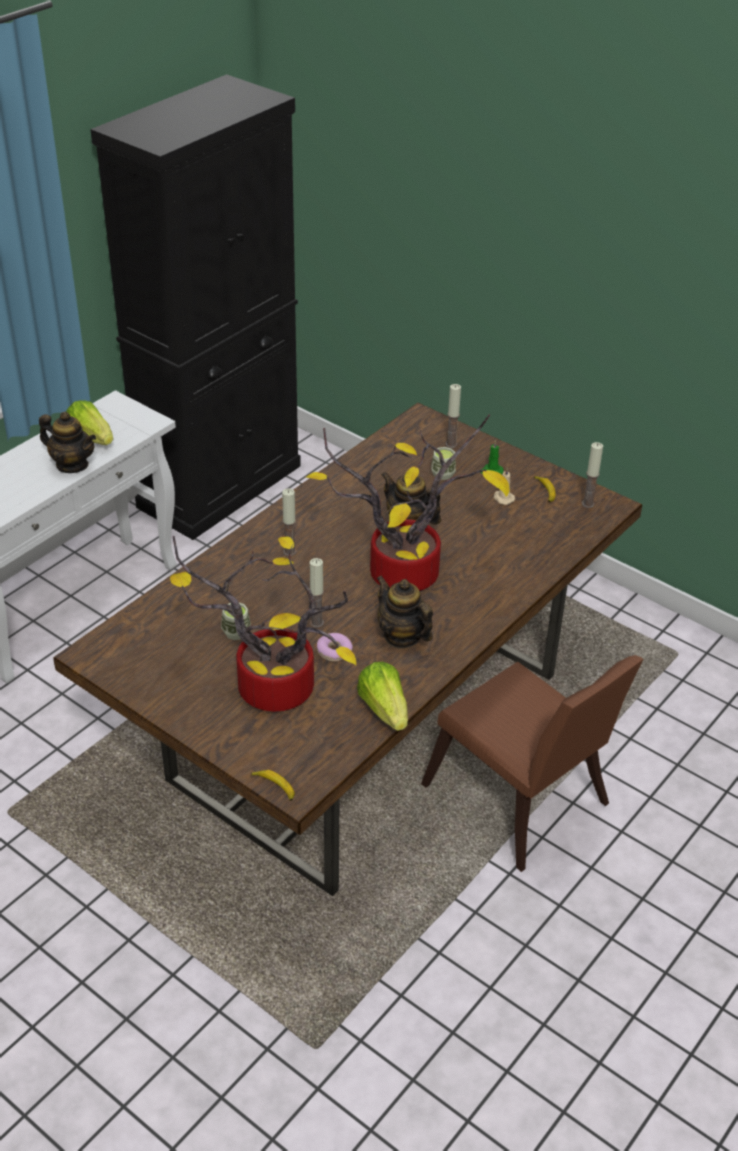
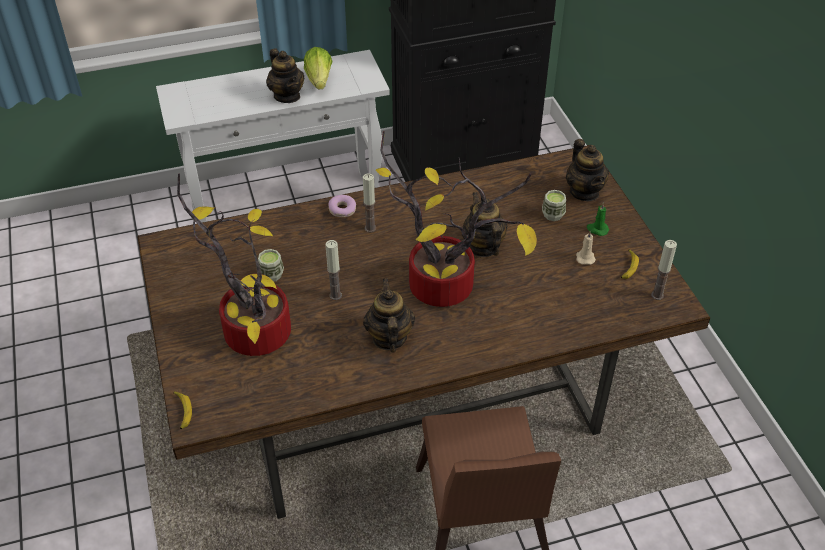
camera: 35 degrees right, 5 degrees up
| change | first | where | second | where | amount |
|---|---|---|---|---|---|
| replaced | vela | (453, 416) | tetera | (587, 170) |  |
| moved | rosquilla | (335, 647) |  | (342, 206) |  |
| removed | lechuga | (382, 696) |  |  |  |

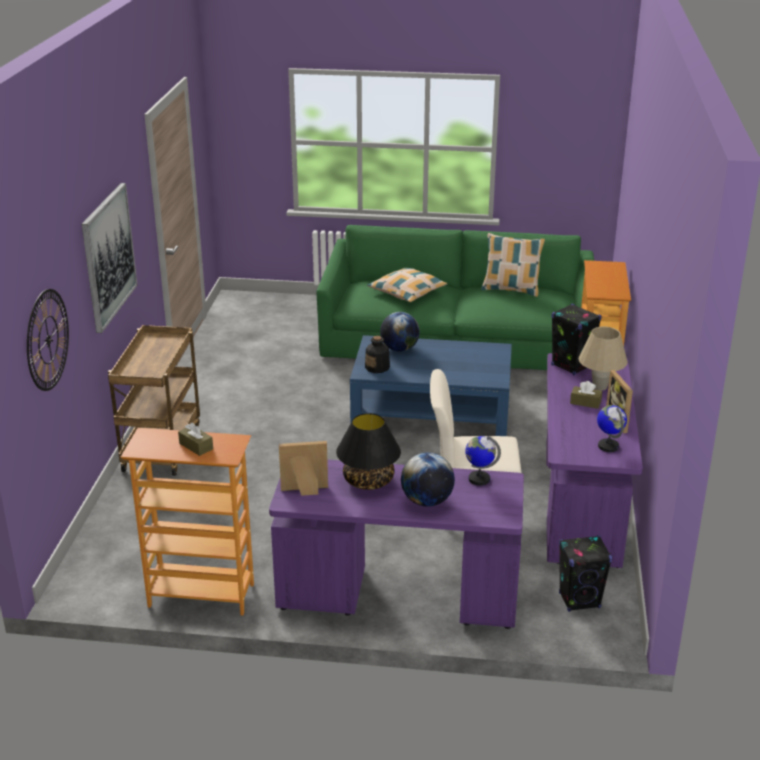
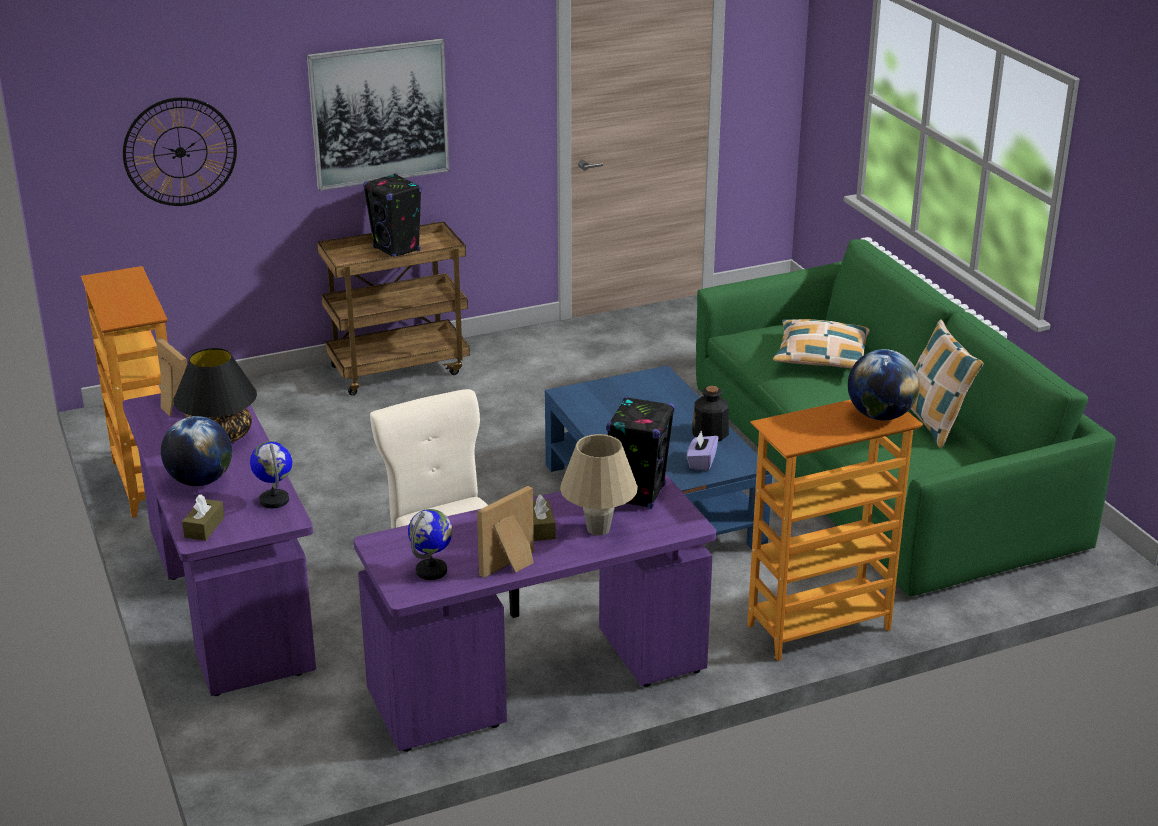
camera: 60 degrees right, 0 degrees up
| change | first | where | second | where | amount |
|---|---|---|---|---|---|
| moved | globo terráqueo | (400, 332) |  | (884, 384) |  |
| moved | botella | (377, 354) |  | (710, 413) |  |
| moved | caja de pañuelos (marrón) | (195, 439) |  | (203, 518) |  |
| moved | altavoz (negro) | (585, 573) |  | (392, 215) |  |
| added |  |  | caja de pañuelos (morado) | (702, 451) |  |

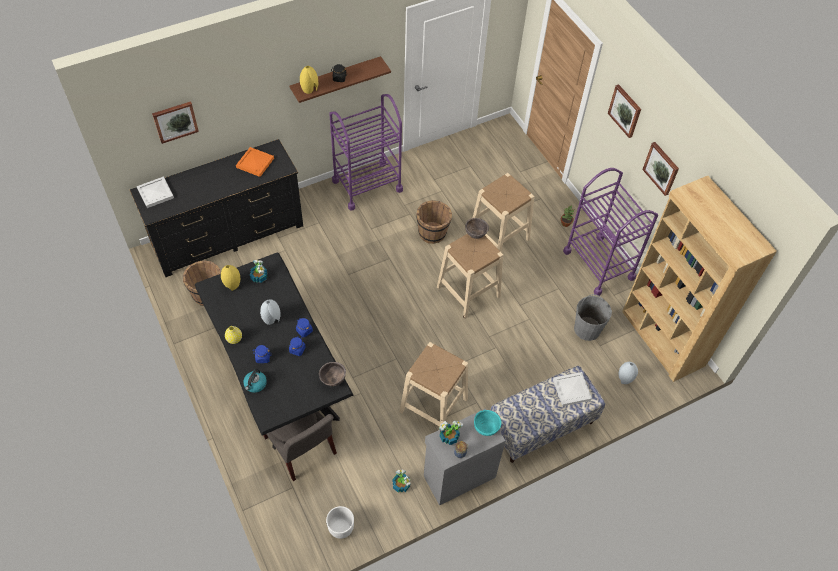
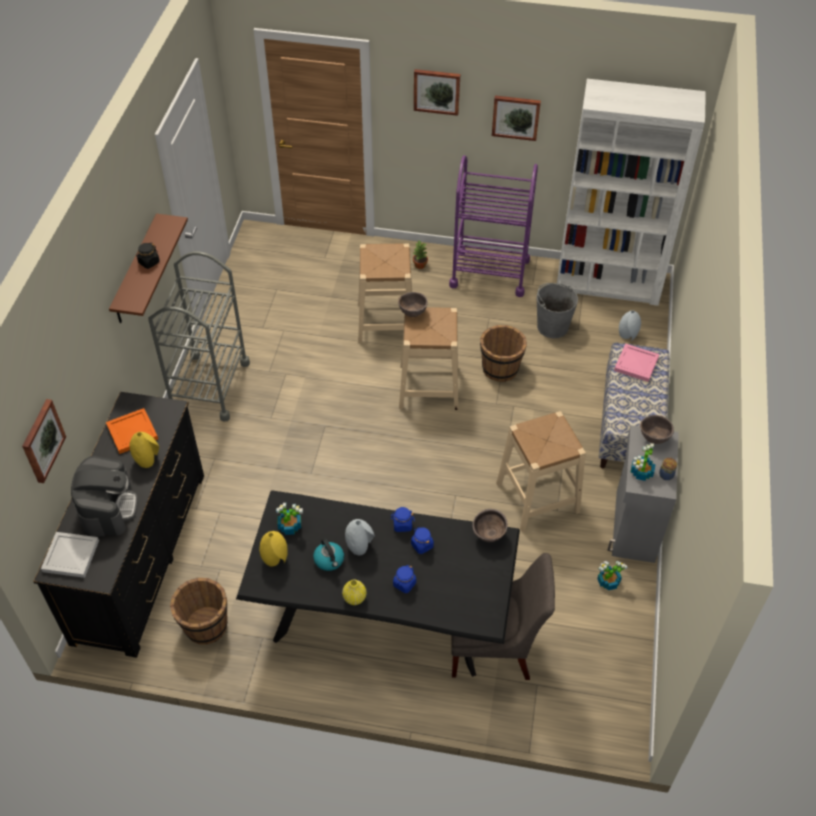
camera: 50 degrees left, 5 degrees down
| change | first | where | second | where | amount |
|---|---|---|---|---|---|
| moved | florero (amarillo) | (309, 80) |  | (144, 450) |  |
| recoloured | carrito (morado) | (366, 152) | carrito (gris) | (199, 336) |  |
| recoloured | estantería (marrón) | (699, 279) | estantería (blanco) | (631, 192) |  |
| moved | cubo (marrón) | (434, 222) |  | (503, 353) |  |
| moved | hervidor | (255, 381) |  | (328, 554) |  |
| recoloured | bandeja (blanco) | (572, 389) | bandeja (rosa) | (636, 363) |  |
| recoloured | cuenco (turquesa) | (488, 423) | cuenco (marrón) | (657, 429) |  |
| removed | maceta (blanco) | (340, 522) |  |  |  |
| added |  |  | cafetera | (104, 496) |  |

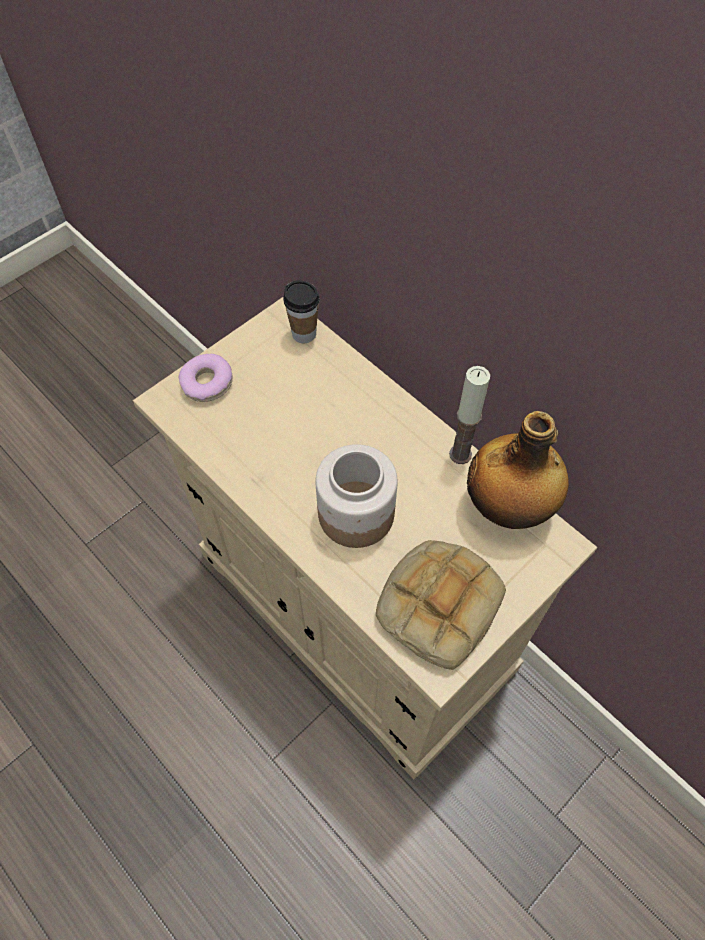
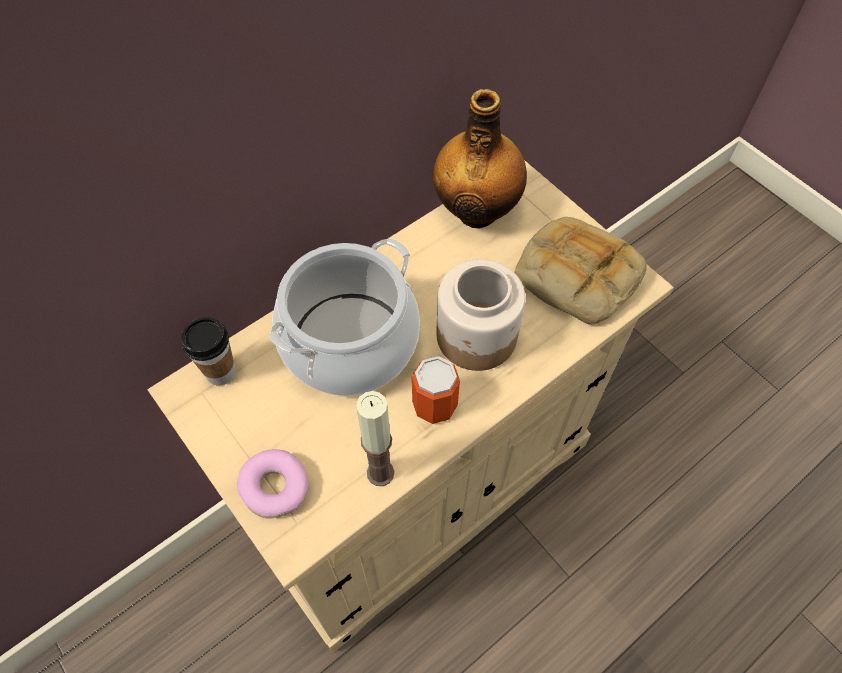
camera: 85 degrees left, 0 degrees up
| change | first | where | second | where | amount |
|---|---|---|---|---|---|
| moved | vela | (469, 415) |  | (375, 438) |  |
| added |  |  | olla | (344, 317) |  |
| added |  |  | lata | (436, 390) |  |

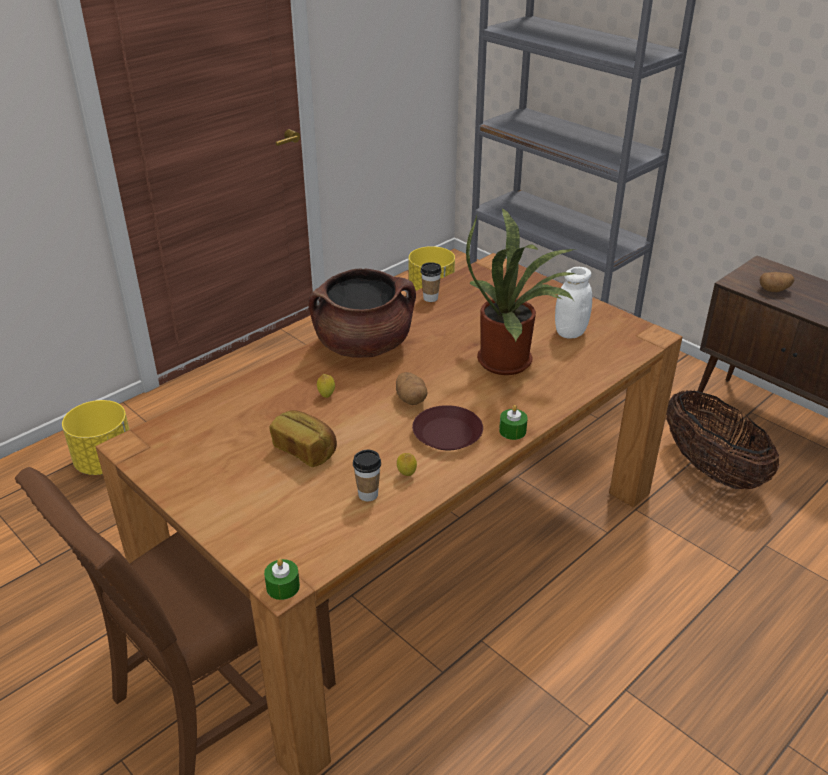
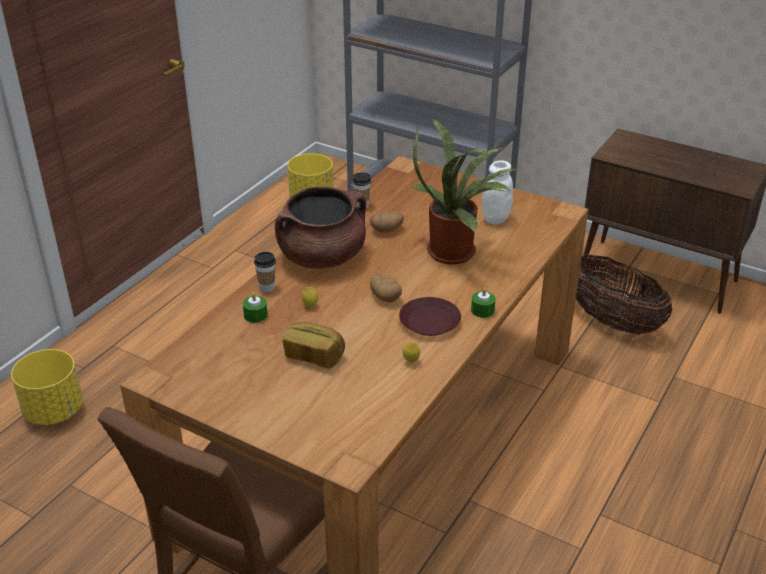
camera: 15 degrees left, 0 degrees up
| change | first | where | second | where | amount |
|---|---|---|---|---|---|
| moved | patata | (776, 282) |  | (387, 222) |  |
| moved | taza | (367, 475) |  | (265, 272) |  |
| moved | vela (verde) | (282, 579) |  | (255, 307) |  |

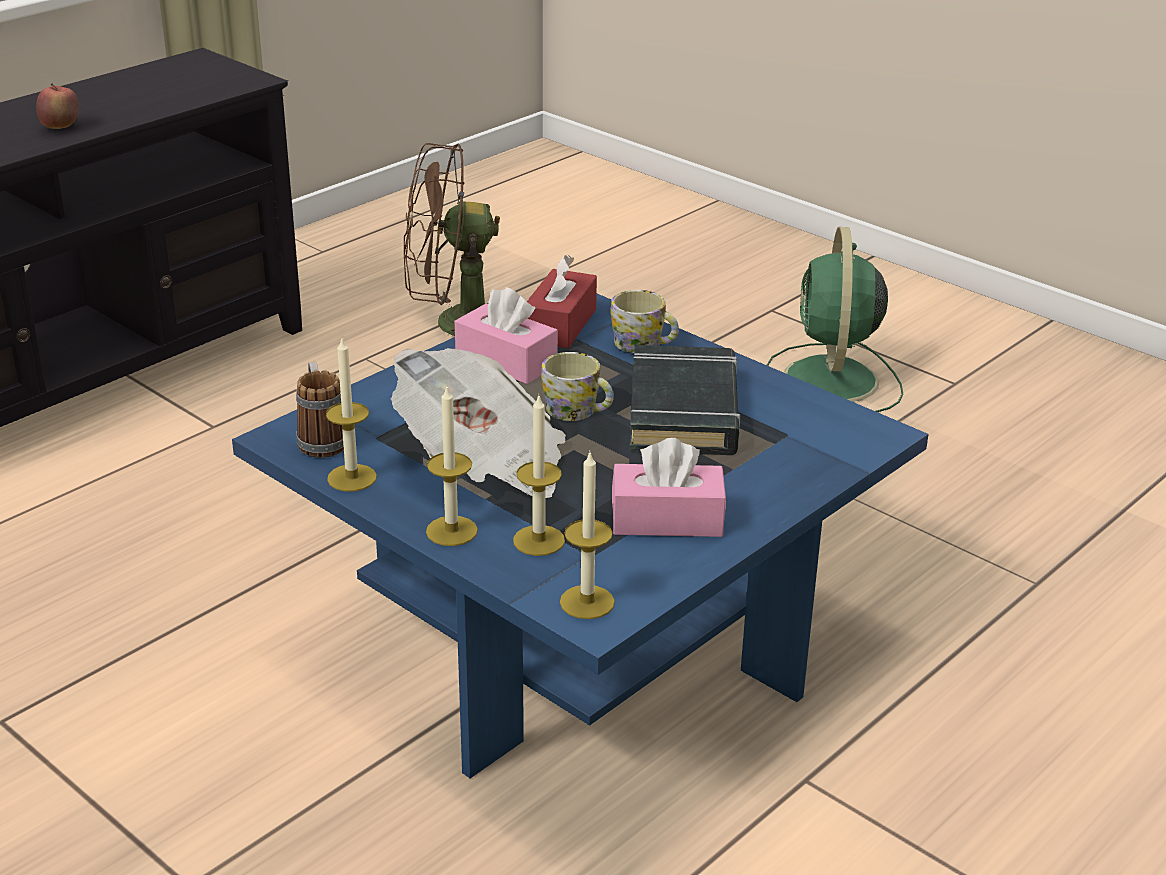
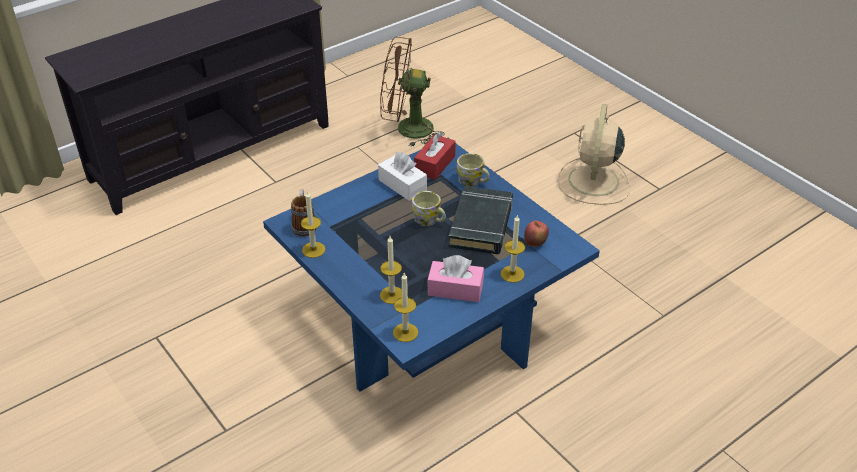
camera: 10 degrees right, 10 degrees up
| change | first | where | second | where | amount |
|---|---|---|---|---|---|
| moved | manzana | (57, 106) |  | (536, 234) |  |
| recoloured | ventilador (verde) | (835, 319) | ventilador (beis) | (594, 154) |  |
| recoloured | caja de pañuelos (rosa) | (506, 335) | caja de pañuelos (blanco) | (402, 176) |  |
| removed | periódico | (478, 423) |  |  |  |
| moved | vela | (452, 466) |  | (513, 248) |  |

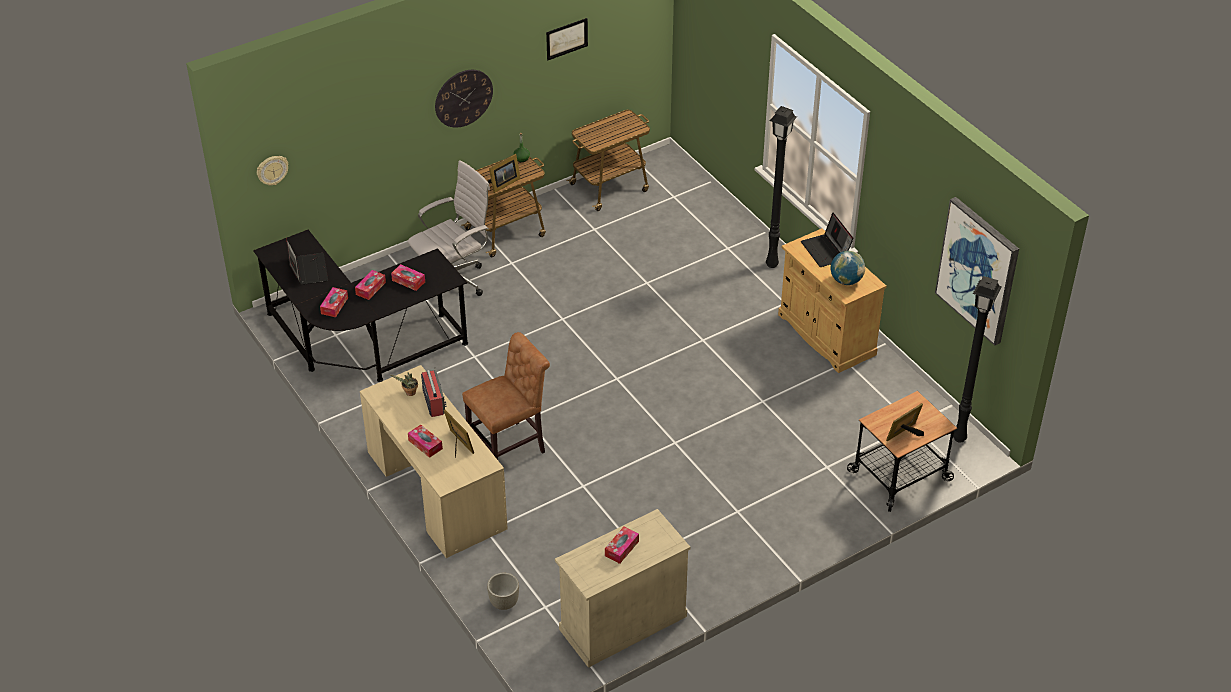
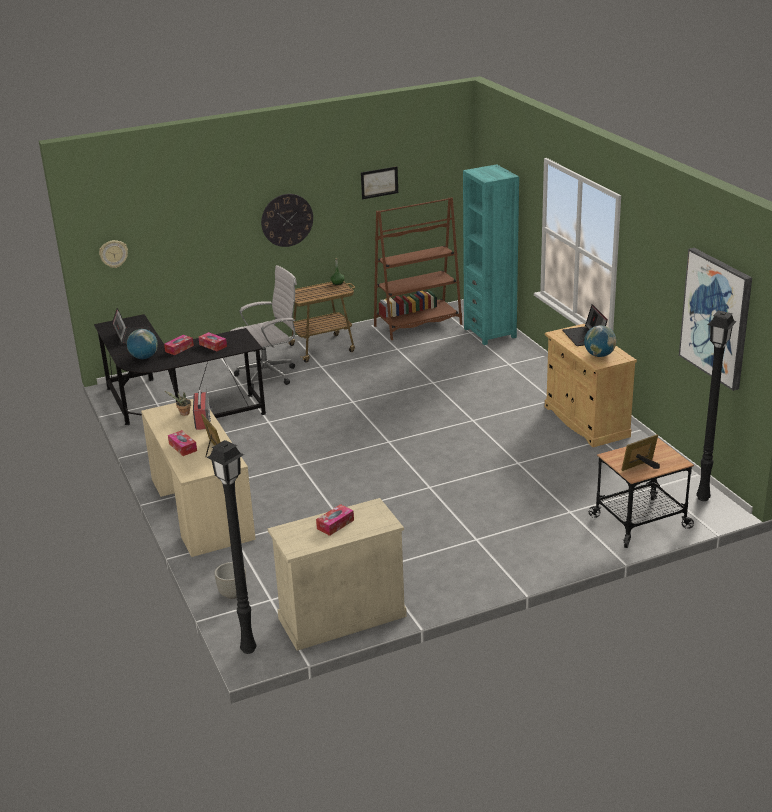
camera: 10 degrees right, 15 degrees down
| change | first | where | second | where | amount |
|---|---|---|---|---|---|
| moved | lámpara de pie (negro) | (781, 187) |  | (231, 547) |  |
| replaced | carrito | (608, 160) | estantería (marrón) | (418, 269) |  |
| removed | portarretratos | (504, 173) |  |  |  |
| replaced | caja de pañuelos | (334, 302) | globo terráqueo | (142, 344) |  |
| removed | silla (marrón) | (506, 396) |  |  |  |
| added |  |  | estantería (turquesa) | (491, 254) |  |

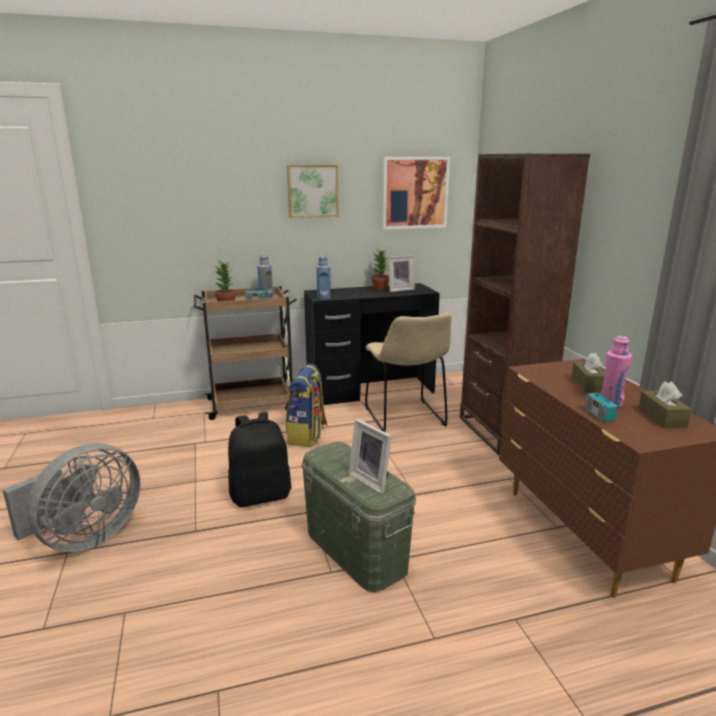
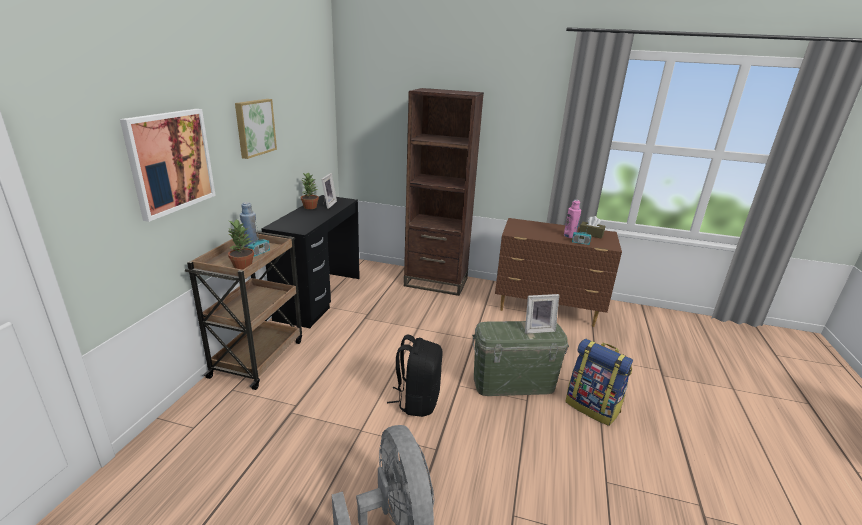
camera: 60 degrees left, 5 degrees up
| change | first | where | second | where | amount |
|---|---|---|---|---|---|
| moved | cuadro | (416, 193) |  | (168, 165) |  |
| removed | botella (azul) | (323, 277) |  |  |  |
| removed | silla (beis) | (408, 373) |  |  |  |
| removed | caja de pañuelos (marrón) | (588, 373) |  |  |  |
| moved | mochila | (306, 405) |  | (599, 382) |  |

